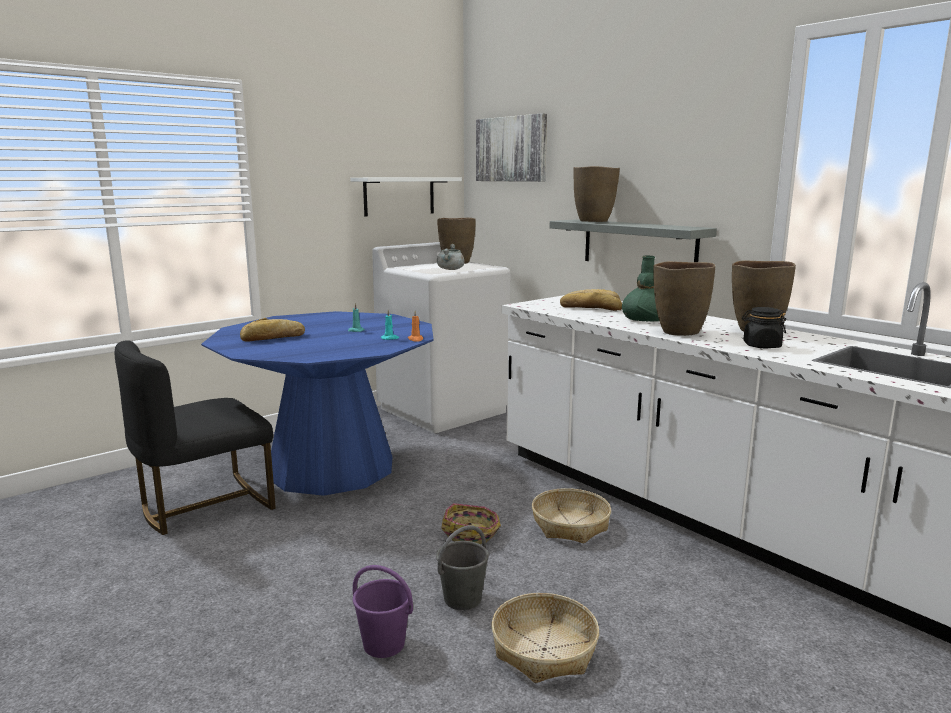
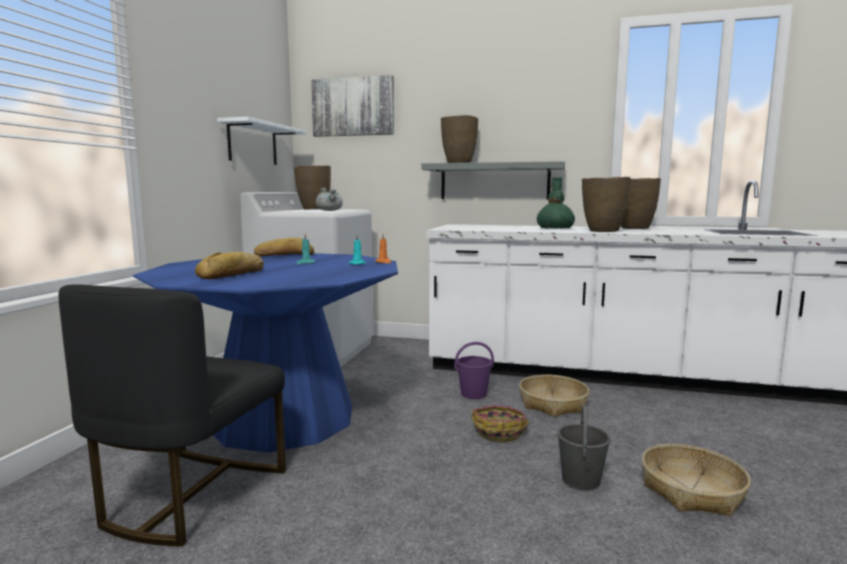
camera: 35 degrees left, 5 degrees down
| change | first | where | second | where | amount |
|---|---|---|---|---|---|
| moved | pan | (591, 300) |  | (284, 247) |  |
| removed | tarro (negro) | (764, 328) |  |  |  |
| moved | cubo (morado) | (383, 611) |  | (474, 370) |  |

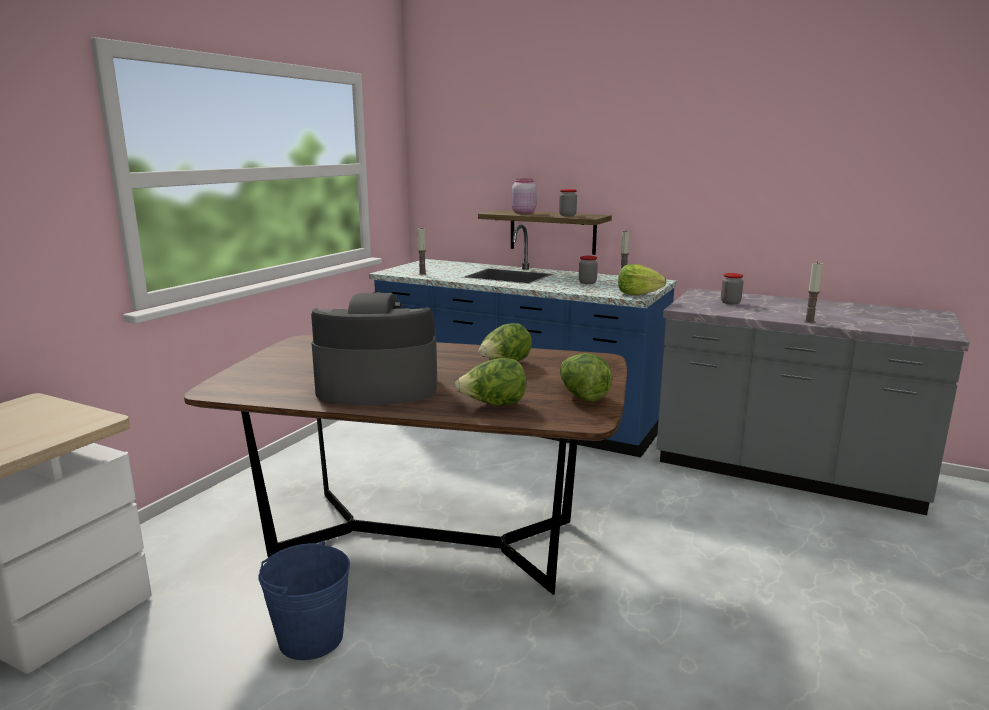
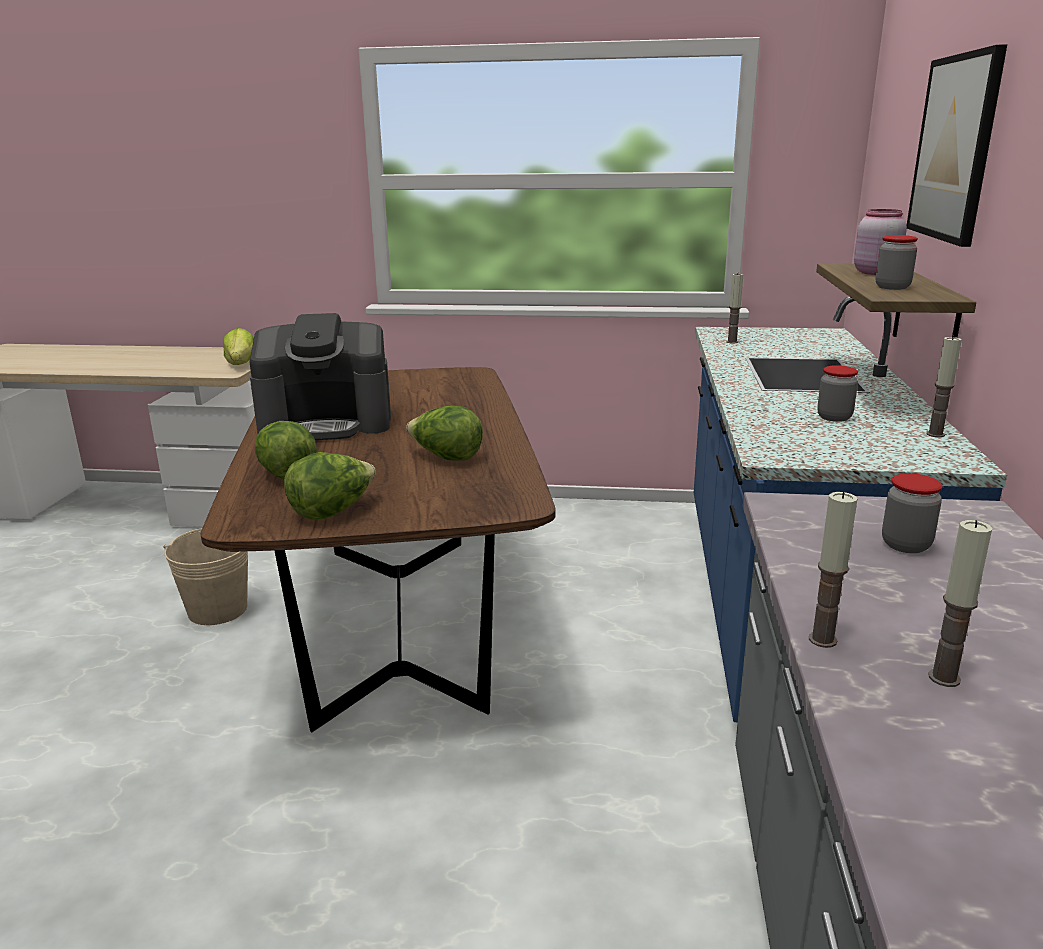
camera: 70 degrees right, 5 degrees up
| change | first | where | second | where | amount |
|---|---|---|---|---|---|
| moved | lechuga | (642, 279) |  | (238, 346) |  |
| turned | cafetera | (374, 348) |  | (320, 376) | 105 degrees clockwise |
| recoloured | cubo (azul) | (304, 600) | cubo (beis) | (205, 576) |  |
| added |  |  | cuadro | (957, 145) |  |
| added |  |  | vela | (960, 603) |  |

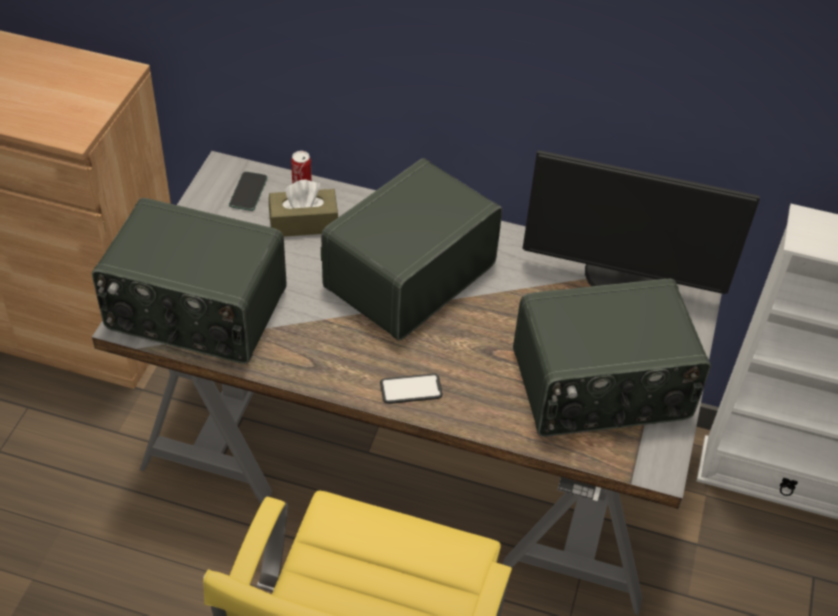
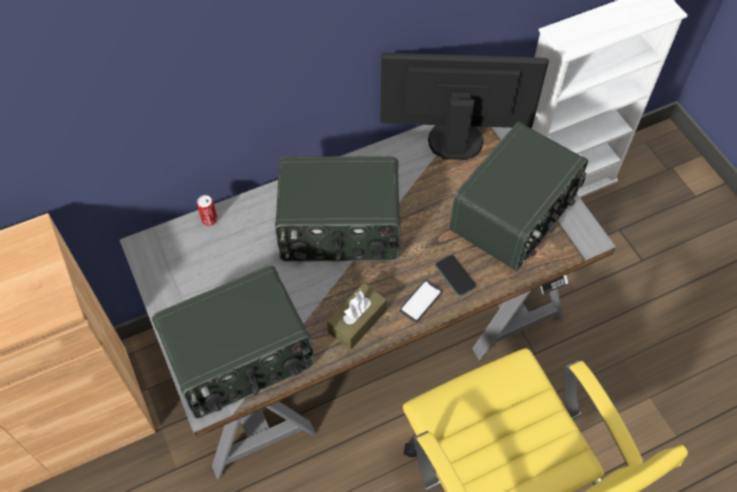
camera: 40 degrees left, 10 degrees up
| change | first | where | second | where | amount |
|---|---|---|---|---|---|
| turned | monitor | (641, 222) |  | (464, 106) | 150 degrees counterclockwise |
| turned | radio | (411, 249) |  | (337, 209) | 90 degrees counterclockwise |
| moved | móvil | (248, 191) |  | (456, 276) |  |
| moved | caja de pañuelos (marrón) | (303, 208) |  | (357, 316) |  |

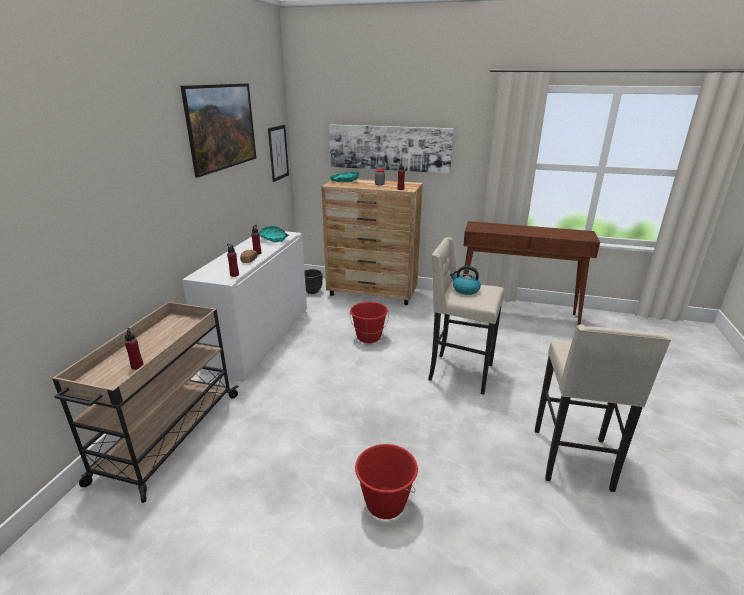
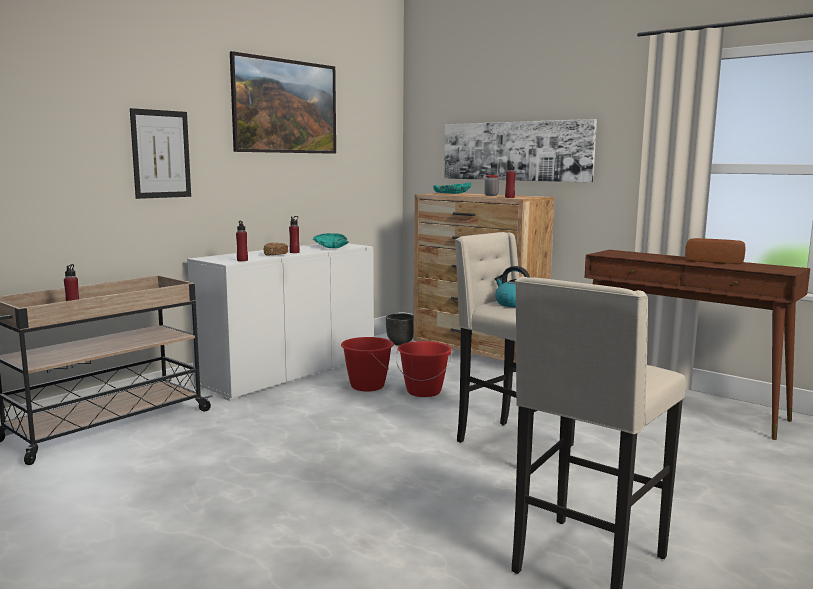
camera: 25 degrees right, 15 degrees down
| change | first | where | second | where | amount |
|---|---|---|---|---|---|
| moved | cuadro | (278, 153) |  | (160, 153) |  |
| moved | cubo (rojo) | (386, 481) |  | (367, 364) |  |
| added |  |  | pan | (715, 251) |  |

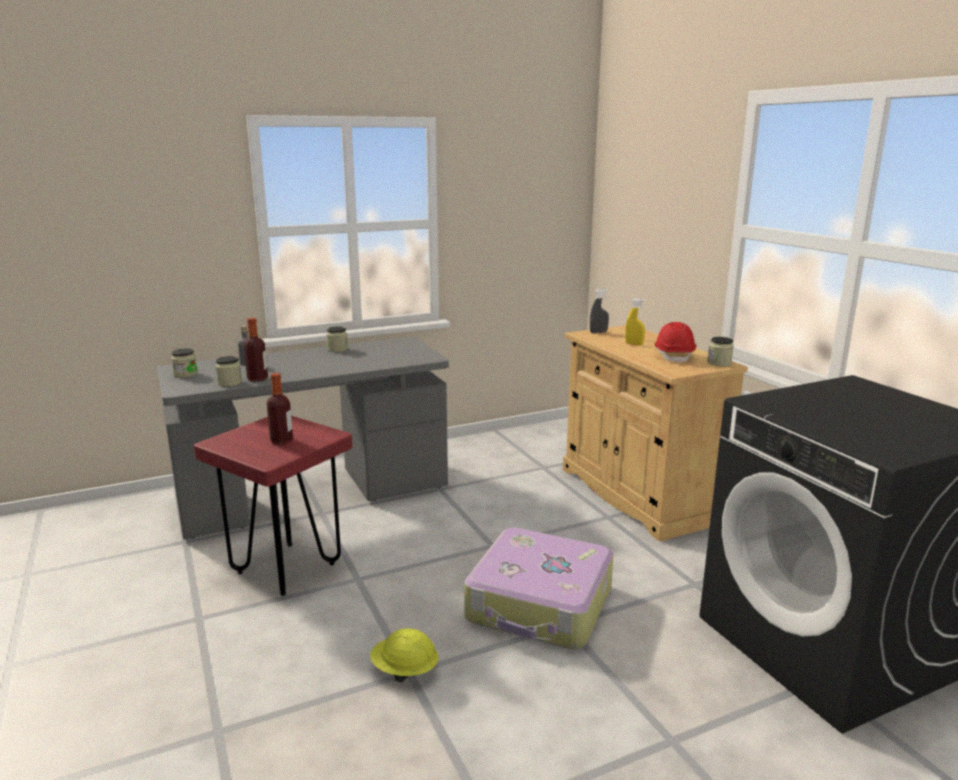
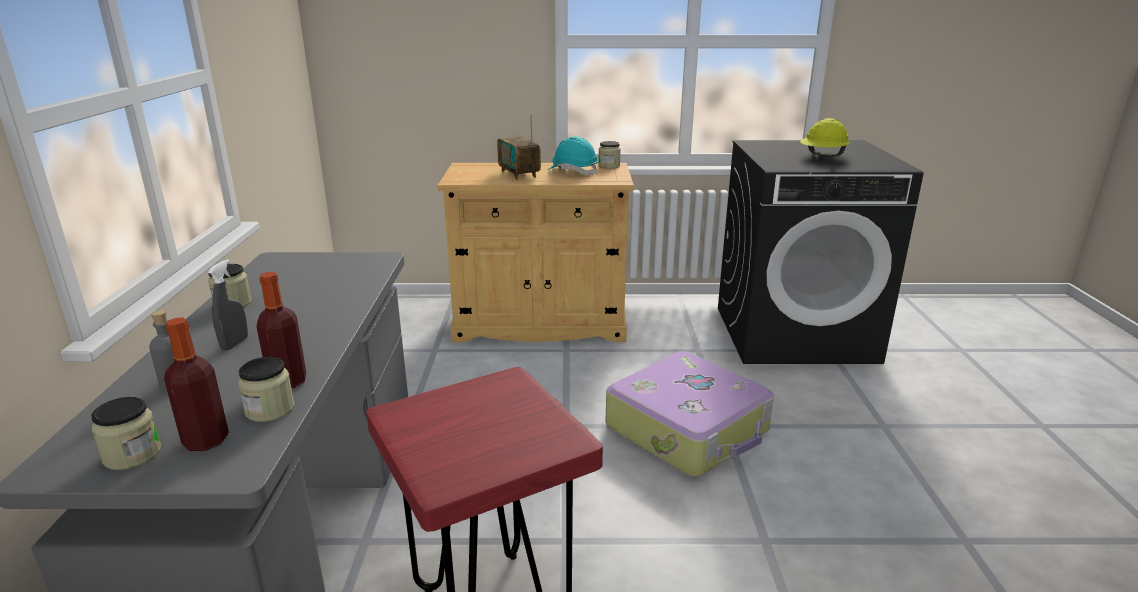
camera: 65 degrees left, 5 degrees up
| change | first | where | second | where | amount |
|---|---|---|---|---|---|
| moved | pulverizador (gris) | (599, 311) |  | (228, 305) |  |
| replaced | pulverizador (amarillo) | (635, 322) | radio | (519, 147) |  |
| recoloured | casco (rojo) | (675, 343) | casco (turquesa) | (573, 156) |  |
| moved | botella | (279, 409) |  | (196, 384) |  |
| moved | casco (amarillo) | (404, 655) |  | (825, 137) |  |

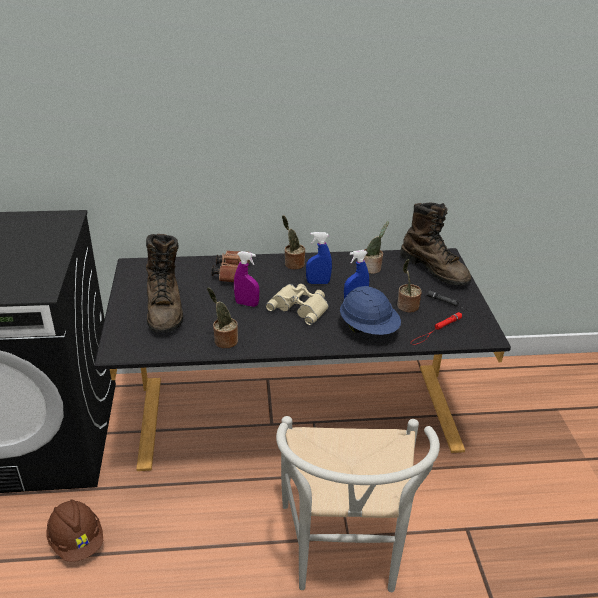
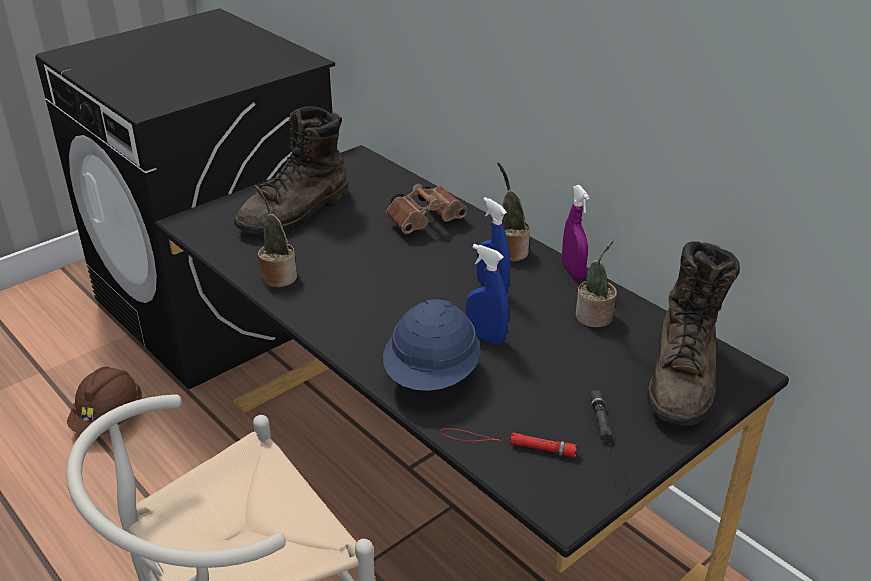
camera: 55 degrees right, 0 degrees up
| change | first | where | second | where | amount |
|---|---|---|---|---|---|
| moved | pulverizador (morado) | (246, 279) |  | (576, 232) |  |
| removed | planta en maceta | (409, 285) |  |  |  |
| removed | prismáticos (beis) | (297, 304) |  |  |  |

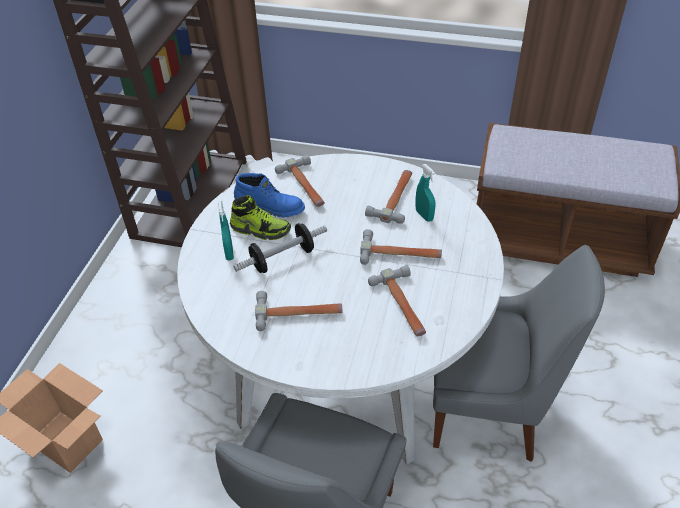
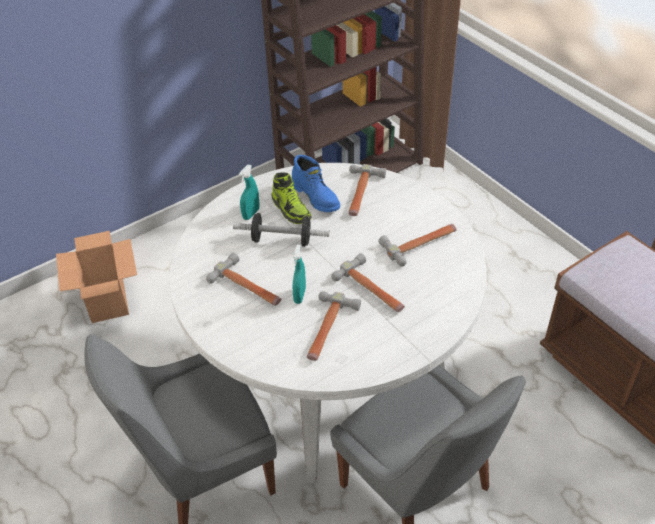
camera: 40 degrees right, 0 degrees up
| change | first | where | second | where | amount |
|---|---|---|---|---|---|
| moved | pulverizador (turquesa) | (425, 193) |  | (299, 274) |  |

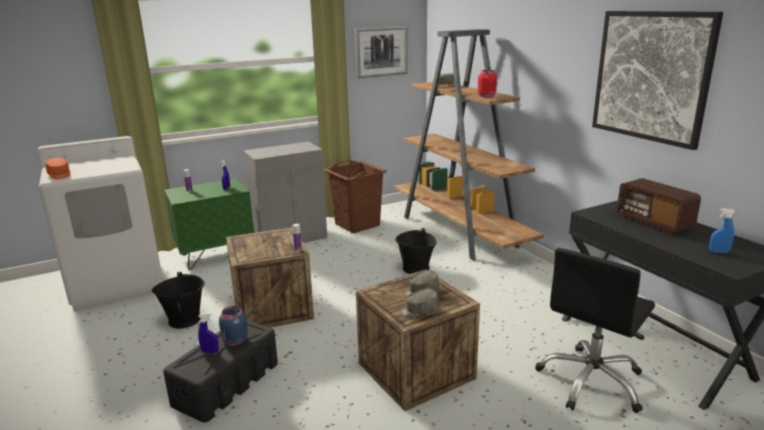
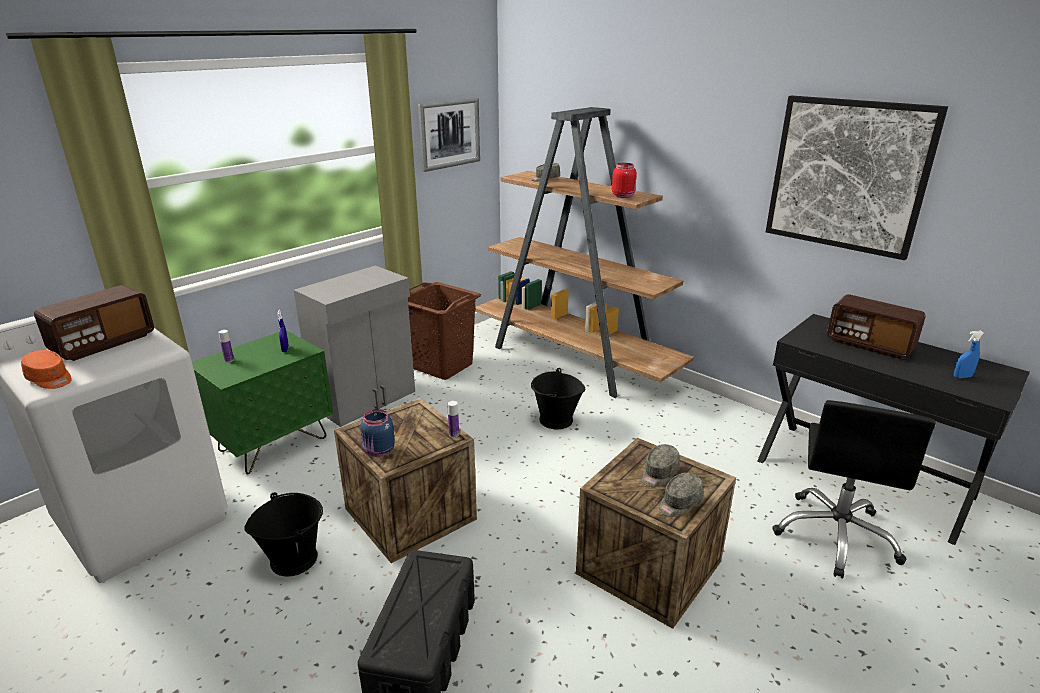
camera: 20 degrees left, 5 degrees up
| change | first | where | second | where | amount |
|---|---|---|---|---|---|
| moved | tarro (azul) | (233, 325) |  | (377, 433) |  |
| removed | pulverizador (azul) | (208, 333) |  |  |  |
| added |  |  | radio | (94, 323) |  |

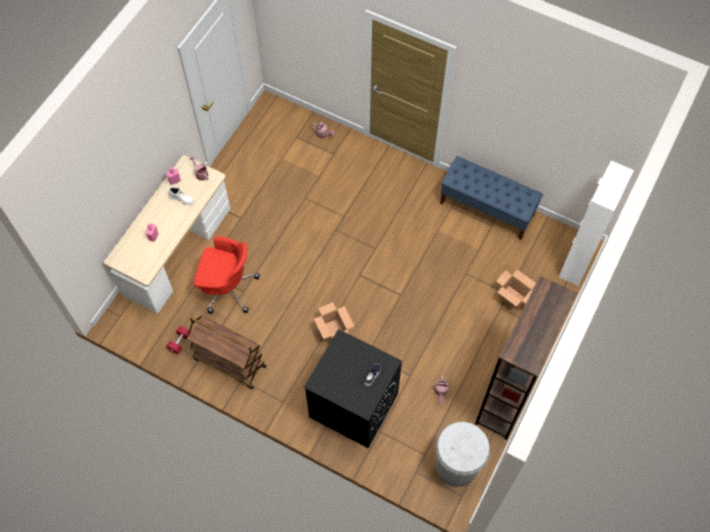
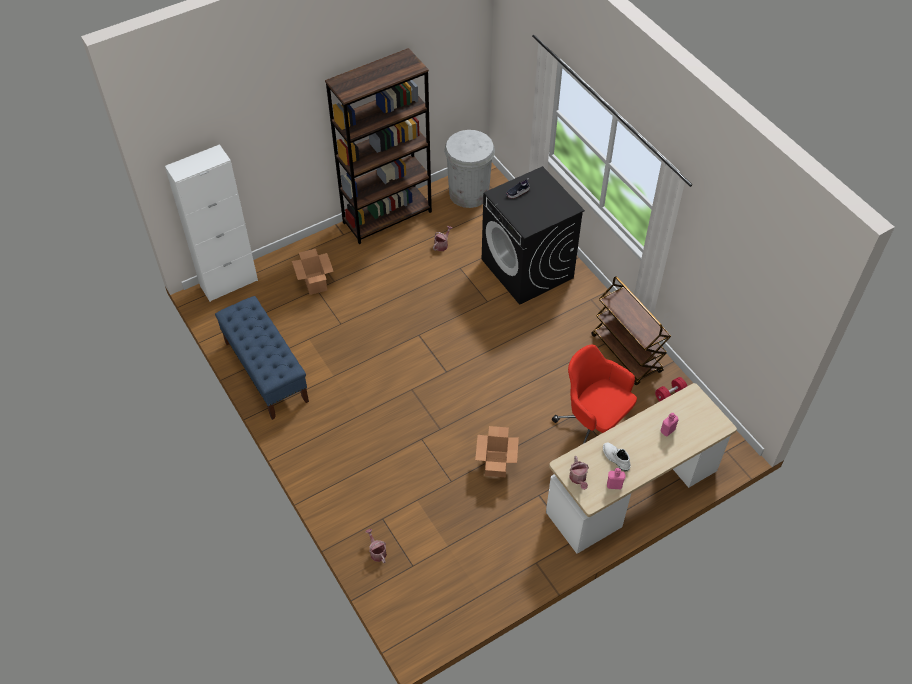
camera: 150 degrees left, 10 degrees down
| change | first | where | second | where | amount |
|---|---|---|---|---|---|
| moved | caja de cartón | (334, 322) |  | (497, 451) |  |

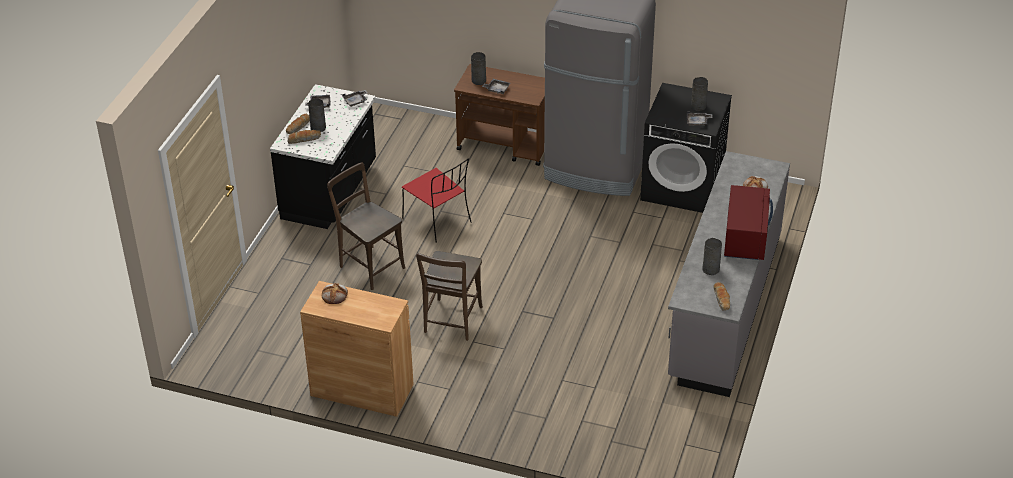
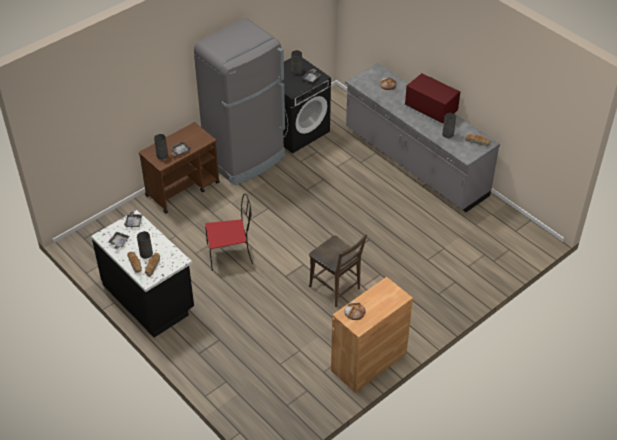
camera: 60 degrees left, 5 degrees up
| change | first | where | second | where | amount |
|---|---|---|---|---|---|
| removed | silla (marrón) | (366, 226) |  |  |  |

